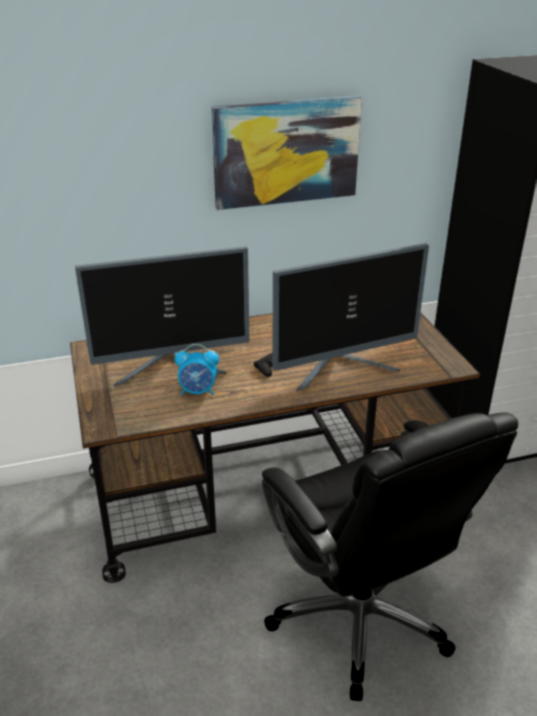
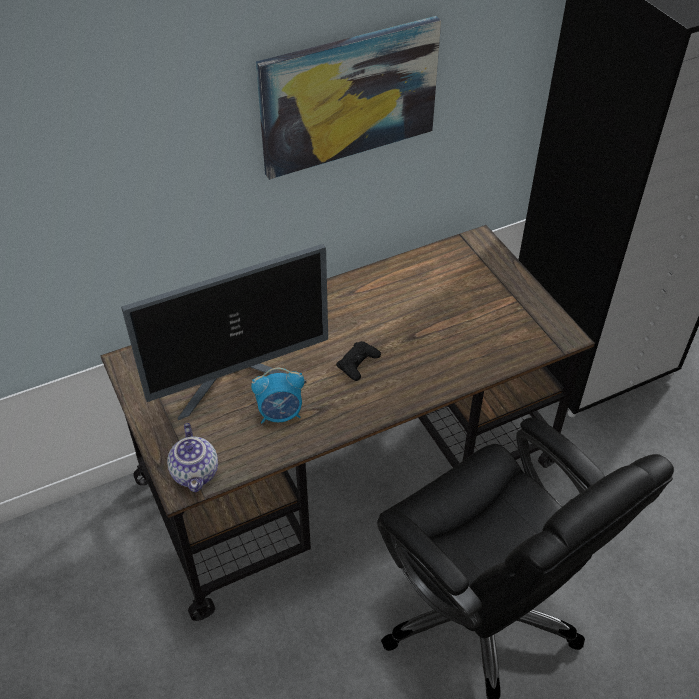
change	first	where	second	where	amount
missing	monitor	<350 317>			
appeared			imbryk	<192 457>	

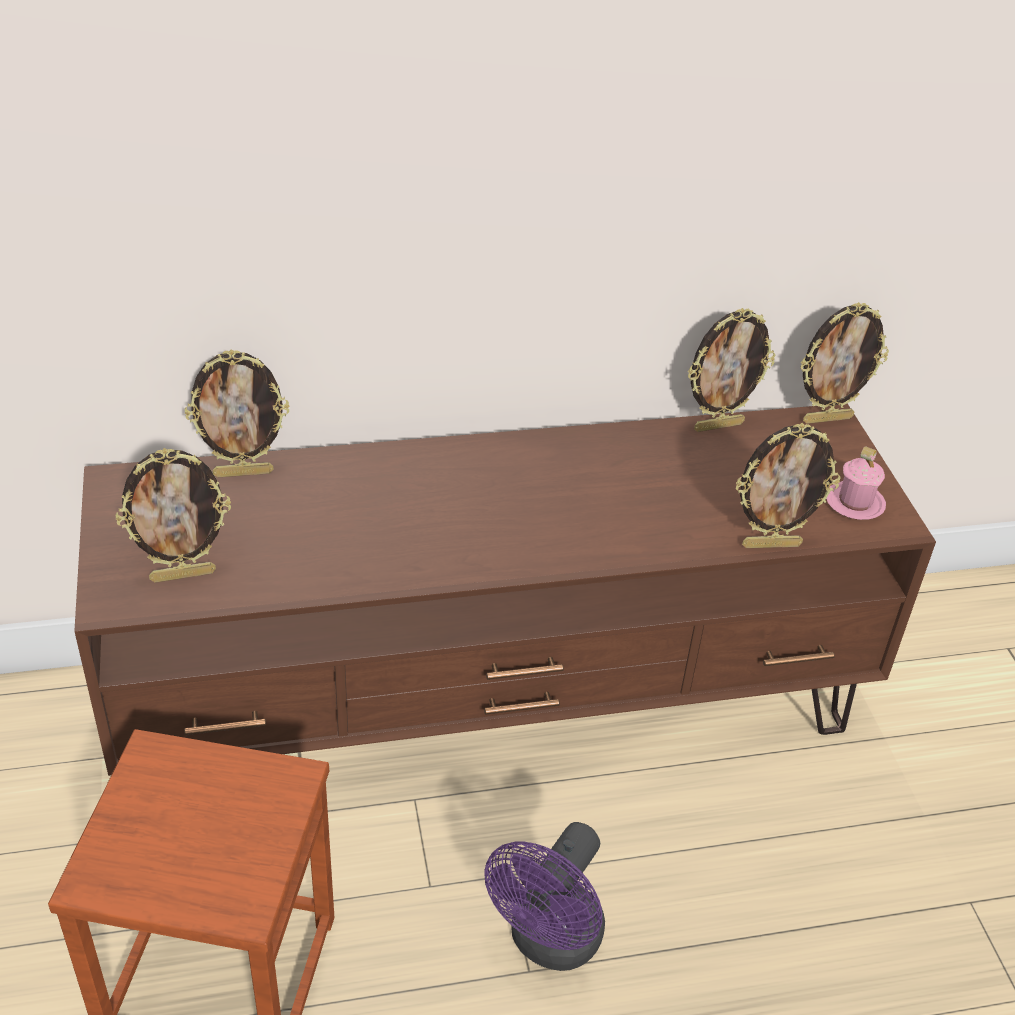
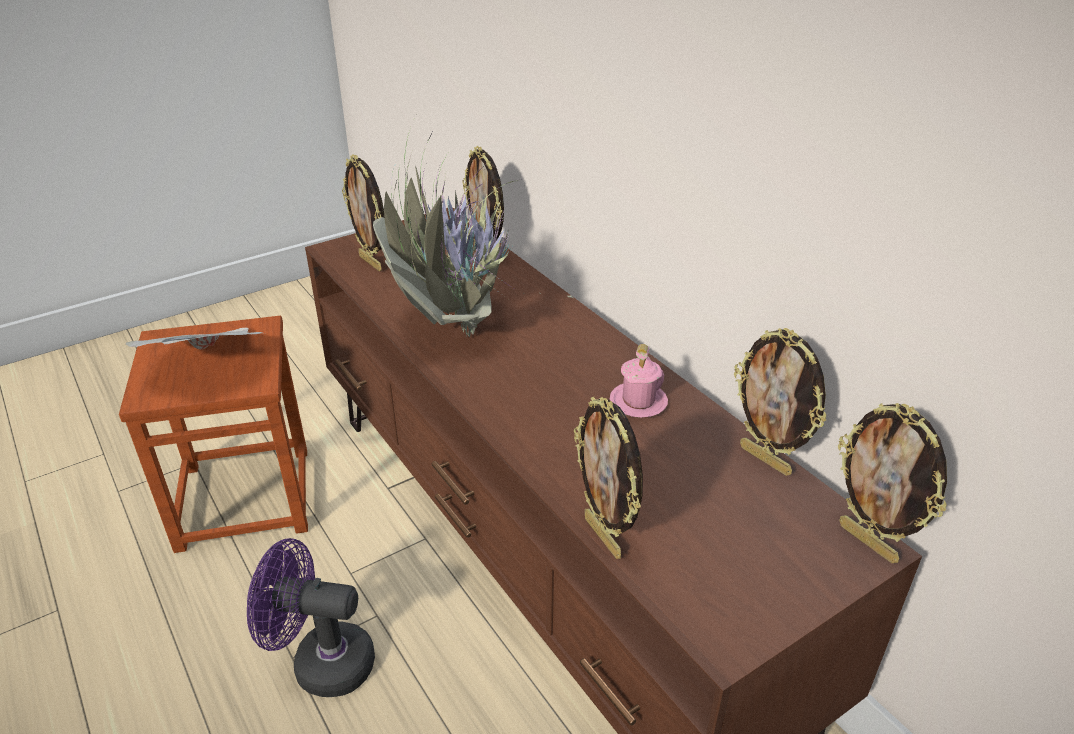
change	first	where	second	where	amount
relocated	kubek (różowy)	<856 483>		<639 381>	
appeared			roślina doniczkowa	<473 229>	
appeared			gazeta	<194 338>	

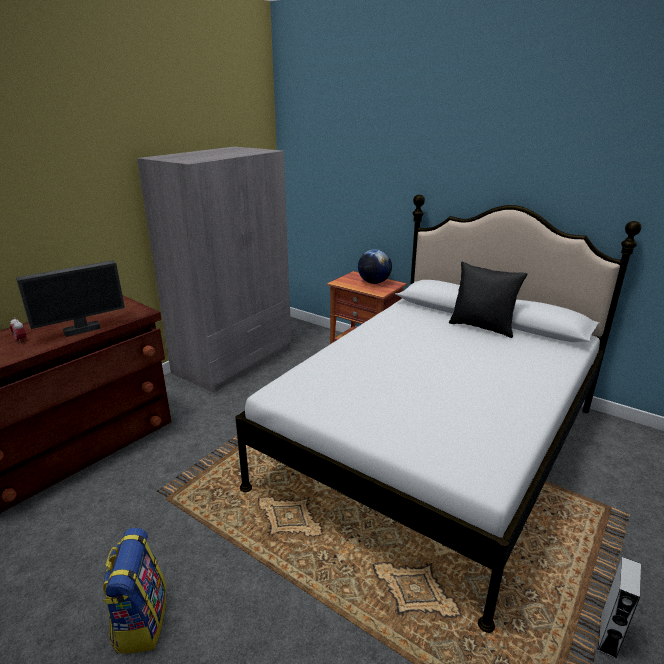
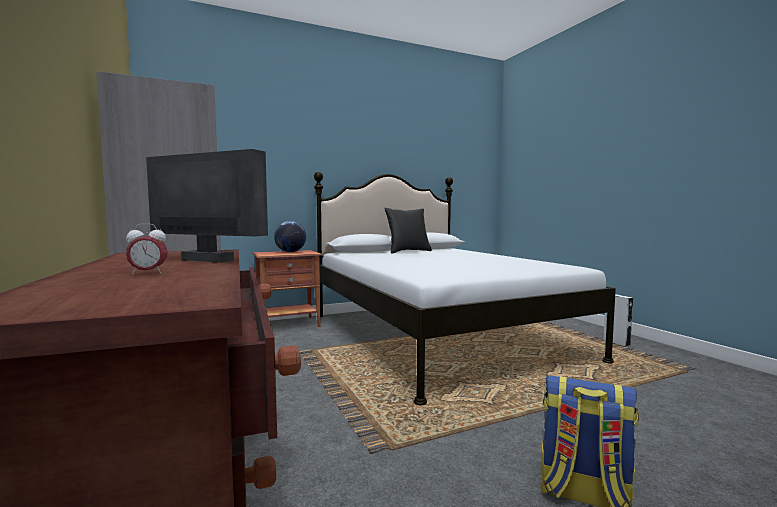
change	first	where	second	where	amount
spun	monitor	<70 298>		<207 206>	60 degrees counterclockwise

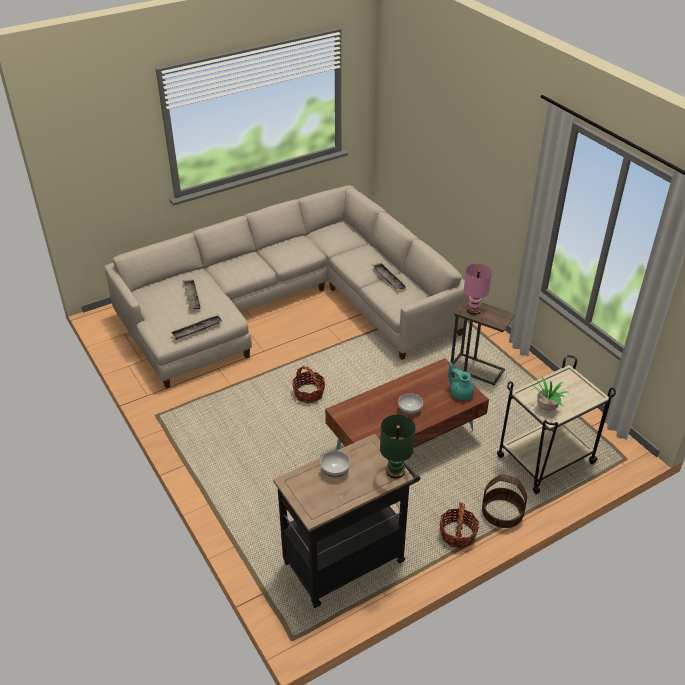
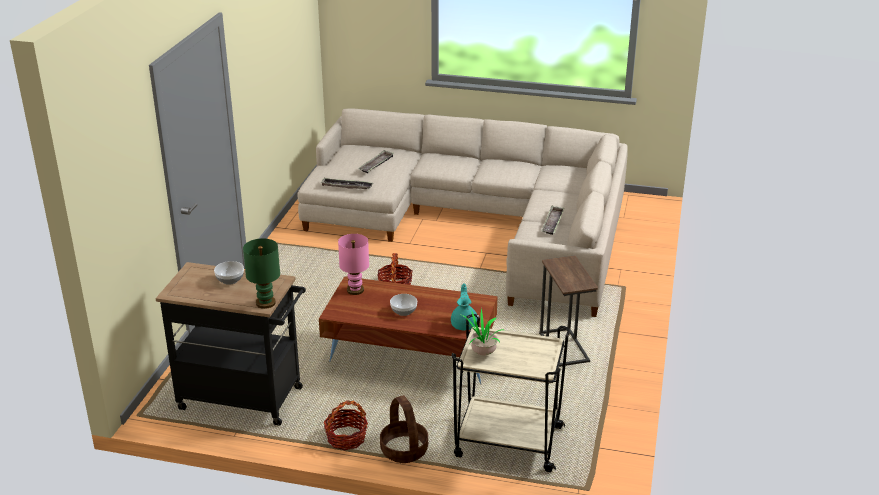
change	first	where	second	where	amount
relocated	lampa stołowa (różowy)	<478 289>		<353 264>	

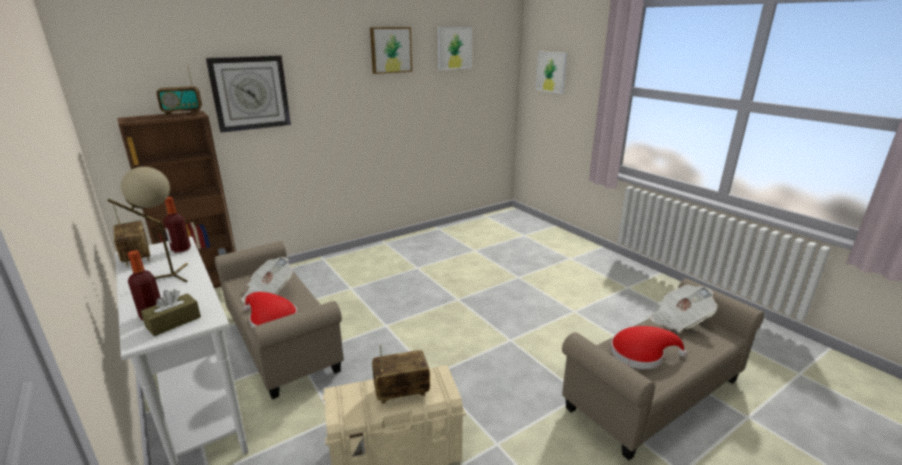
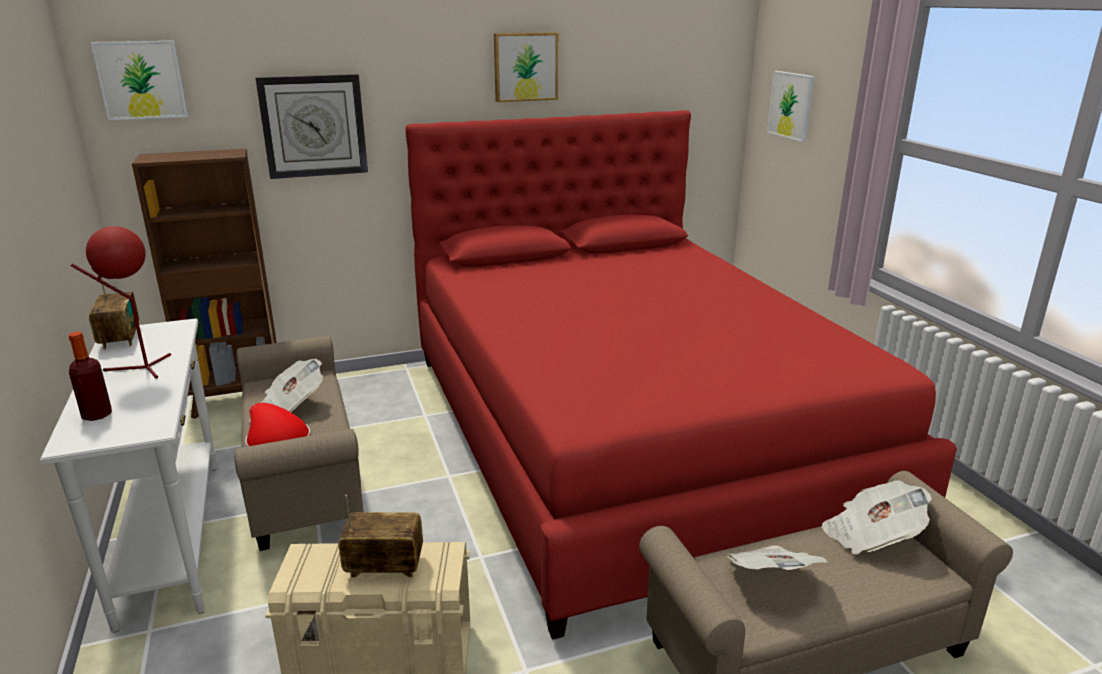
change	first	where	second	where	amount
relocated	obraz	<455 48>		<139 81>	
missing	radio	<179 90>			
colour	lampa stołowa (beżowy)	<147 224>	lampa stołowa (czerwony)	<121 302>	
missing	butelka	<177 224>			
missing	pudełko chusteczek (brązowy)	<171 312>			
exchanged	kapelusz (czerwony)	<648 347>	gazeta	<777 558>	
appeared			łóżko (czerwony)	<681 375>	

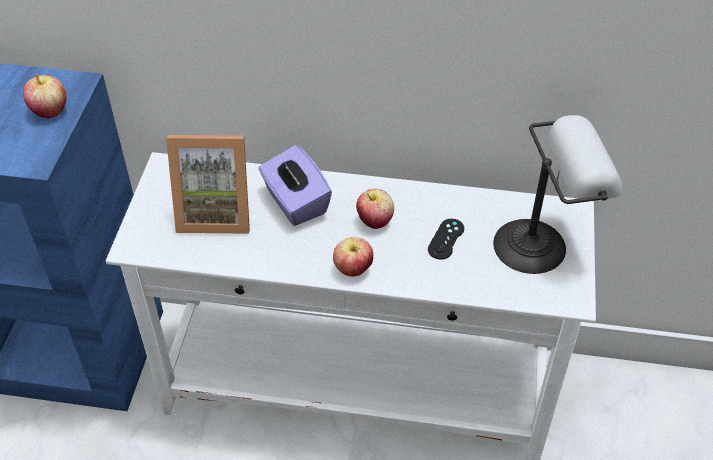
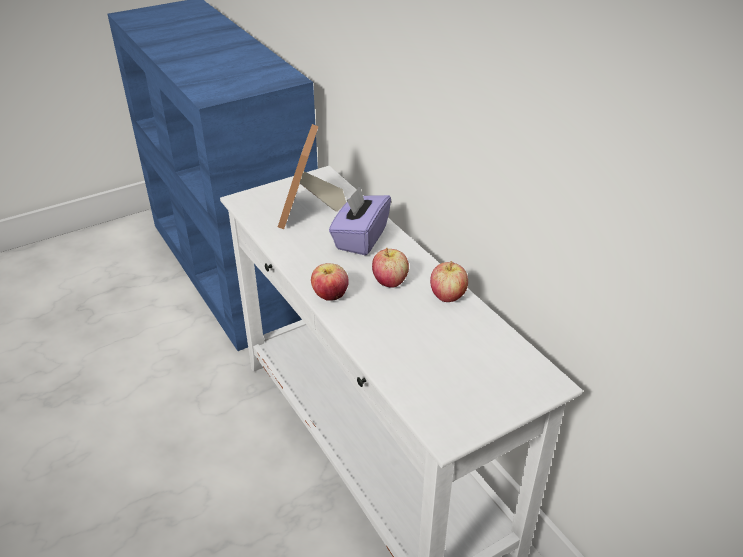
change	first	where	second	where	amount
relocated	jabłko	<45 96>		<449 281>	
missing	lampa stołowa	<558 194>			
spun	ramka na zdjęcie	<208 184>		<312 176>	45 degrees clockwise
missing	pad do gier (czarny)	<446 239>			

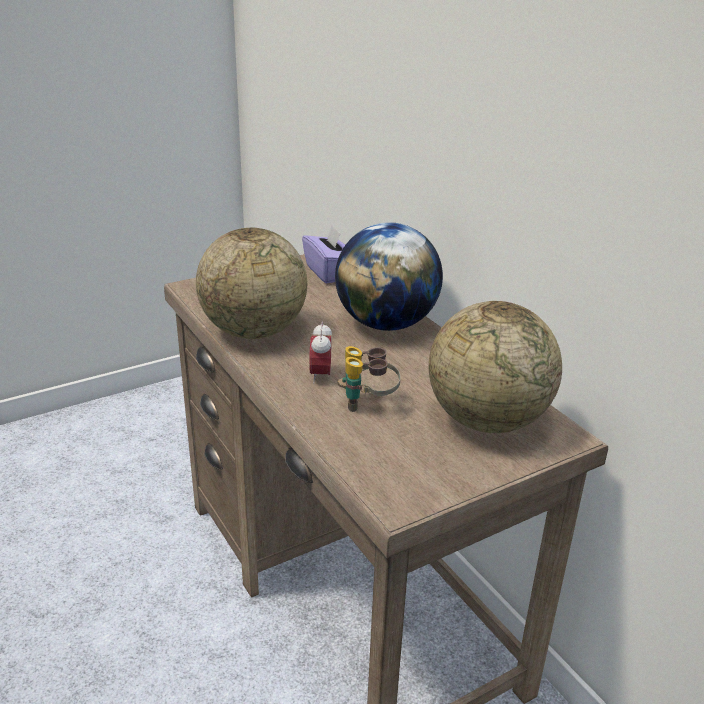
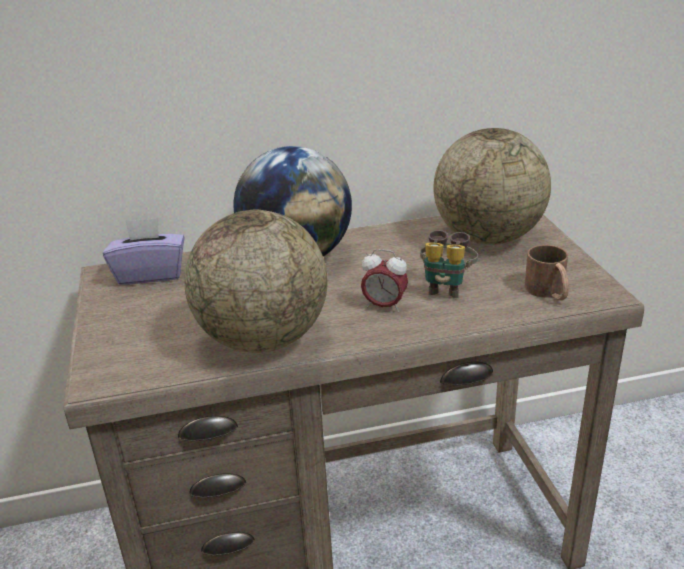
change	first	where	second	where	amount
appeared			kubek (brązowy)	<546 272>	

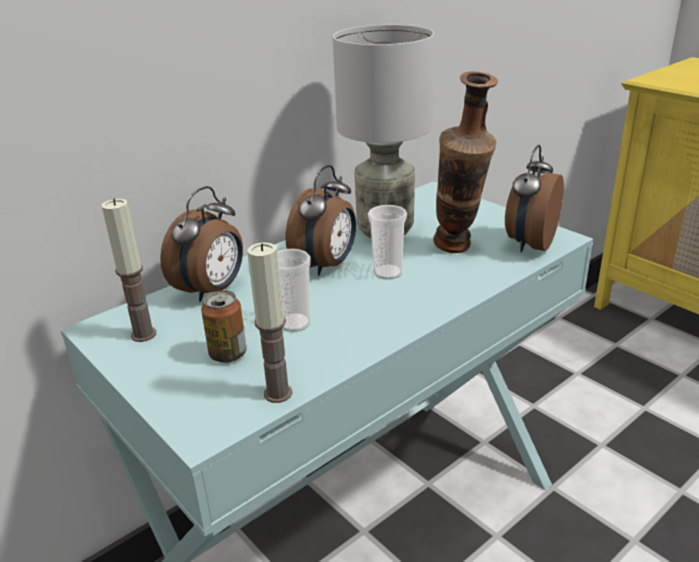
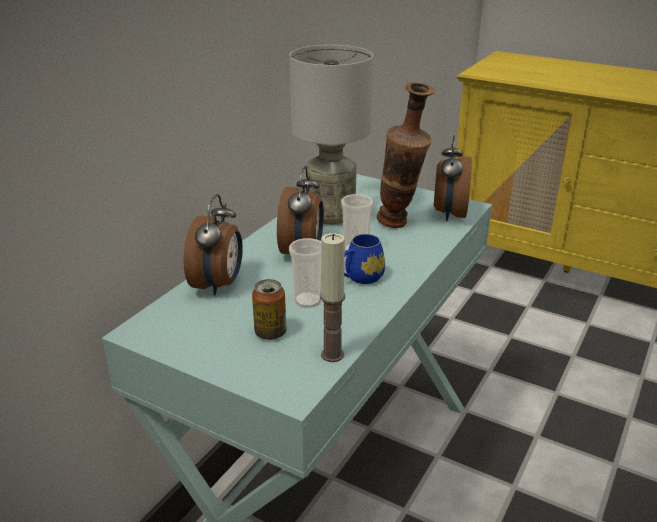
change	first	where	second	where	amount
missing	świeca	<128 270>			
appeared			kubek (niebieski)	<364 259>	

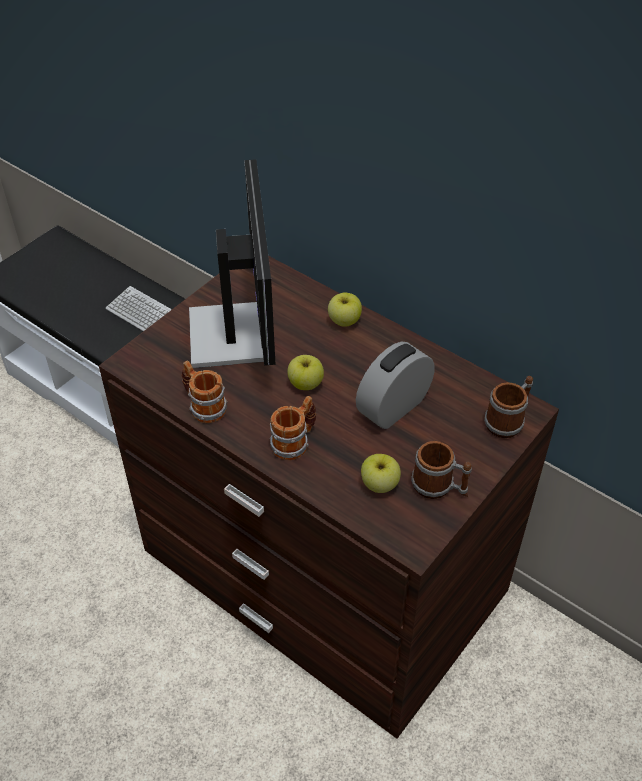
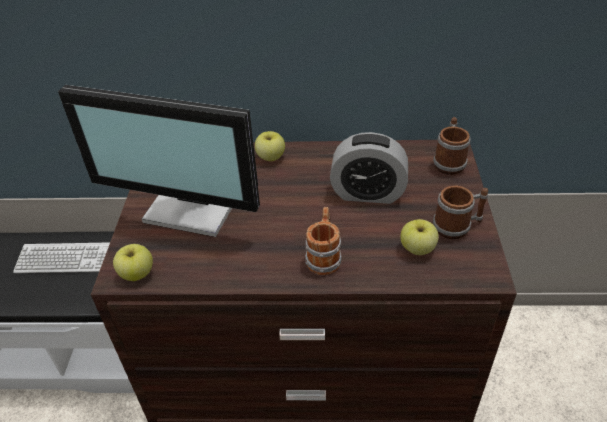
change	first	where	second	where	amount
spun	monitor	<232 263>		<159 161>	150 degrees clockwise
spun	budzik	<395 385>		<369 168>	90 degrees counterclockwise
relocated	jabłko	<306 372>		<133 262>	
missing	kubek	<204 392>			

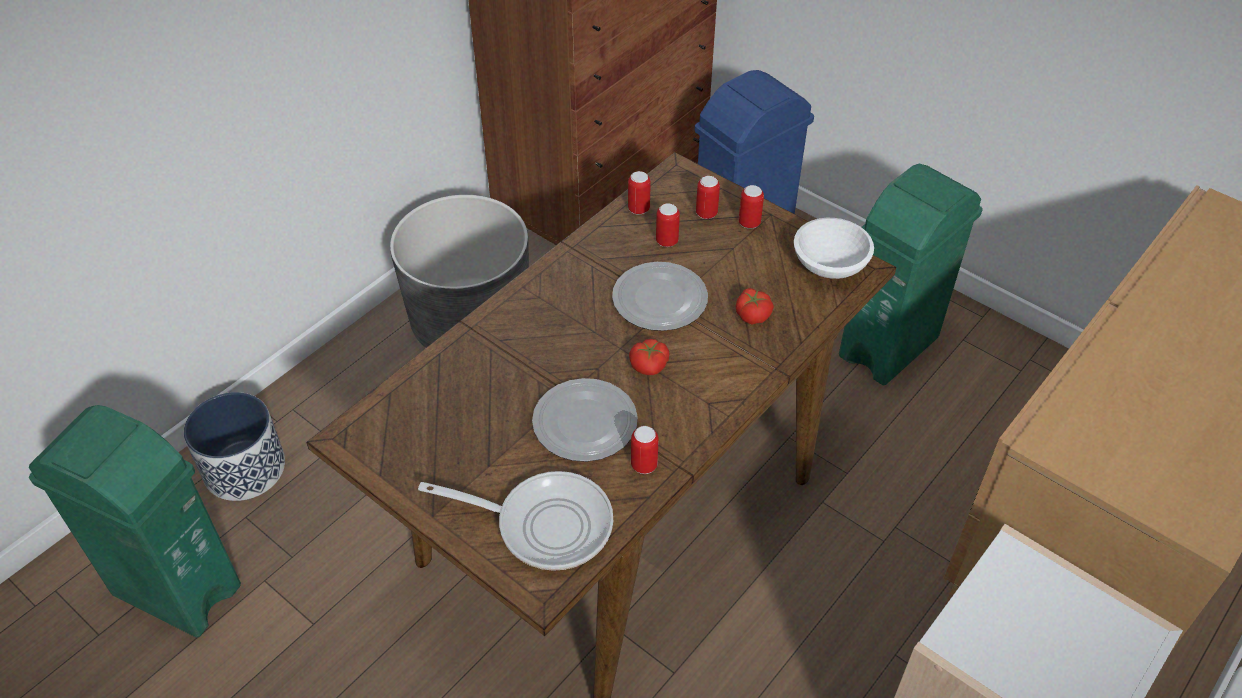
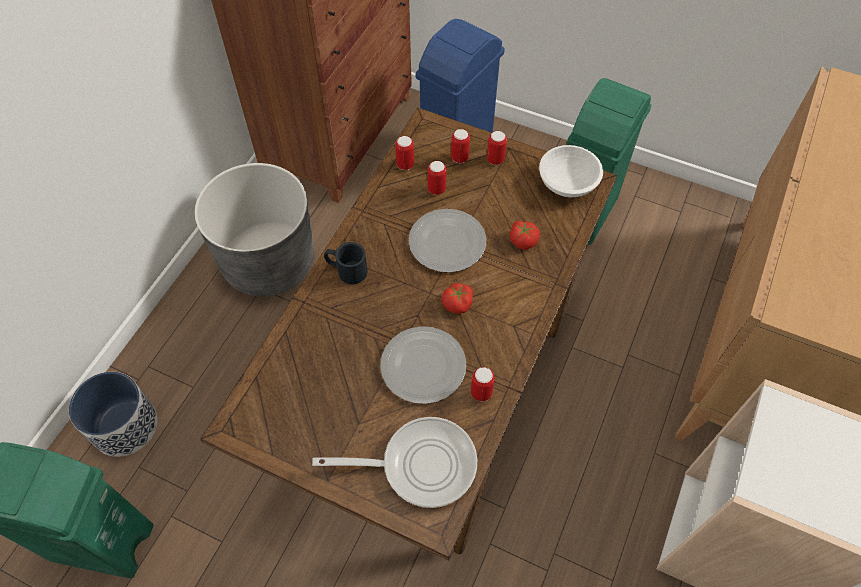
change	first	where	second	where	amount
appeared			kubek (czarny)	<346 263>	

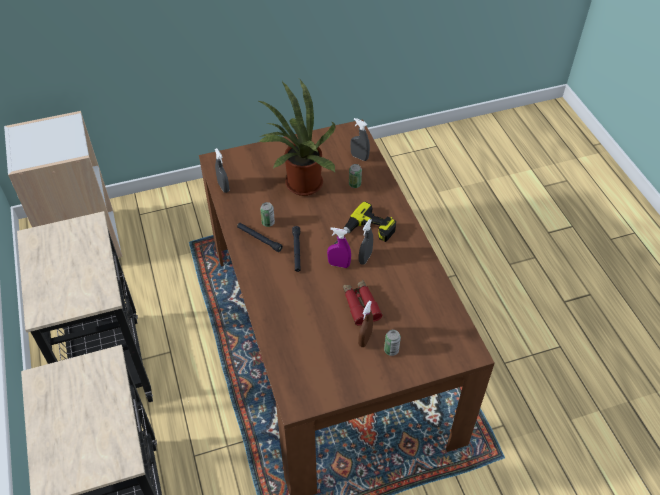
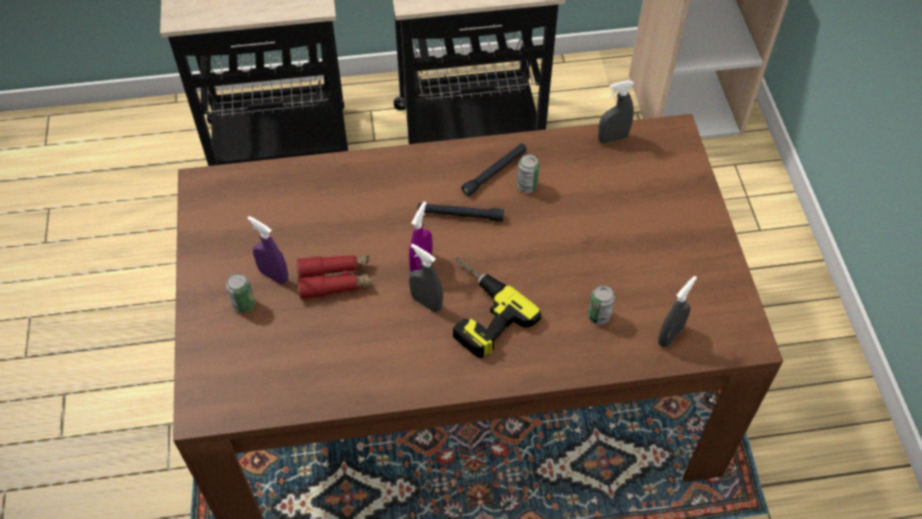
change	first	where	second	where	amount
missing	roślina doniczkowa	<297 138>			
colour	spryskiwacz (brązowy)	<365 324>	spryskiwacz (fioletowy)	<267 250>	

